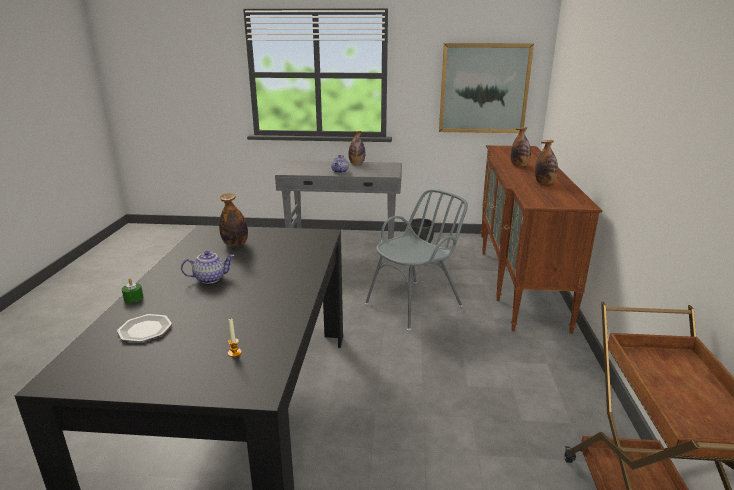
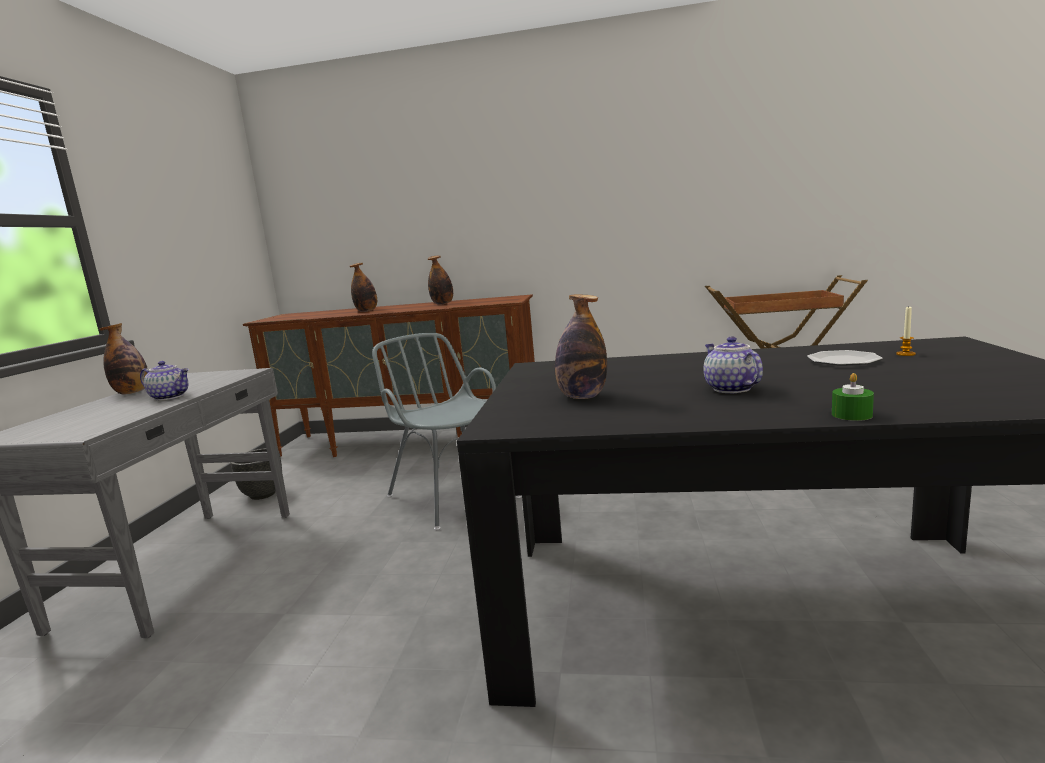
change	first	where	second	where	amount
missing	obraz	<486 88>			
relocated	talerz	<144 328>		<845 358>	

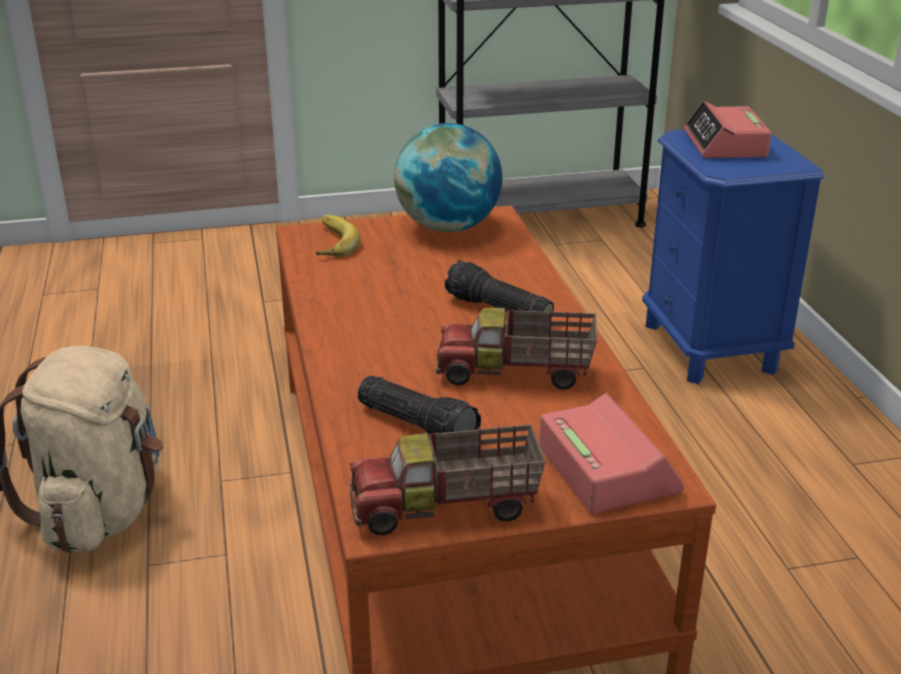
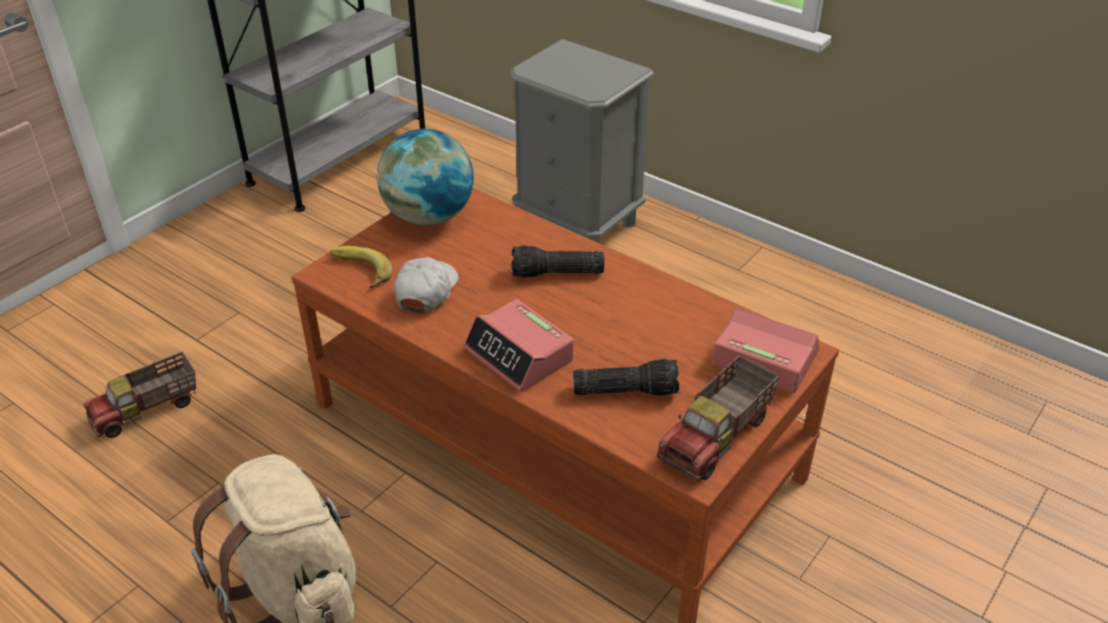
change	first	where	second	where	amount
relocated	budzik	<728 129>		<519 345>	
colour	szafka nocna (niebieski)	<733 257>	szafka nocna (szary)	<582 141>	
relocated	ciężarówka zabawkowa	<516 348>		<139 395>	
appeared			czapka z daszkiem (biały)	<426 284>	

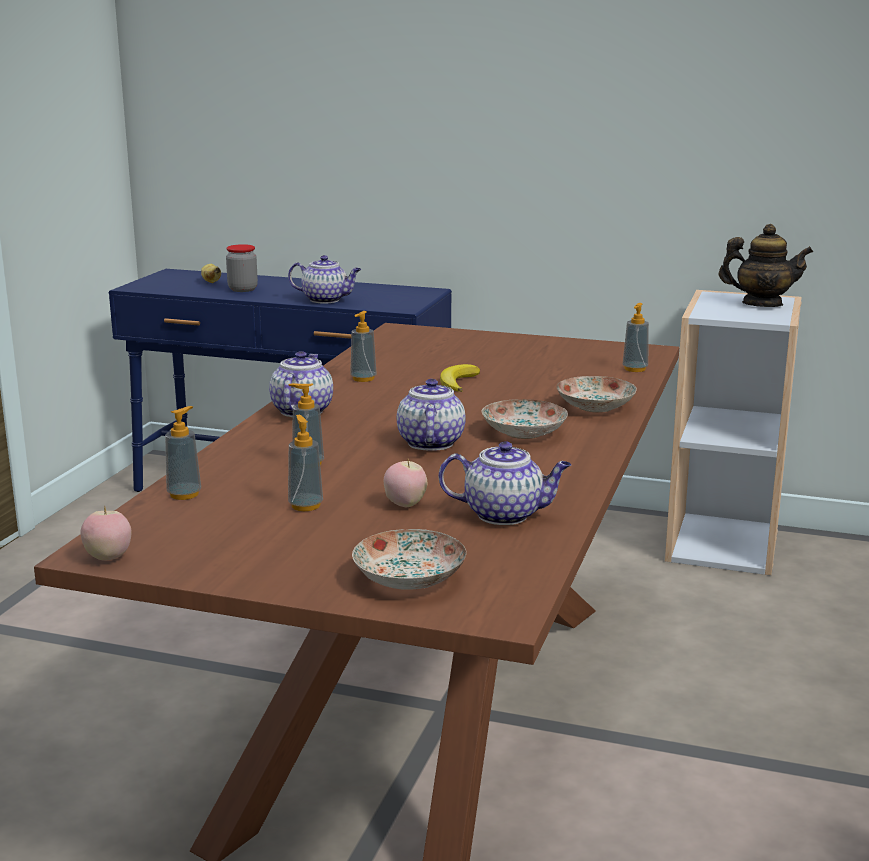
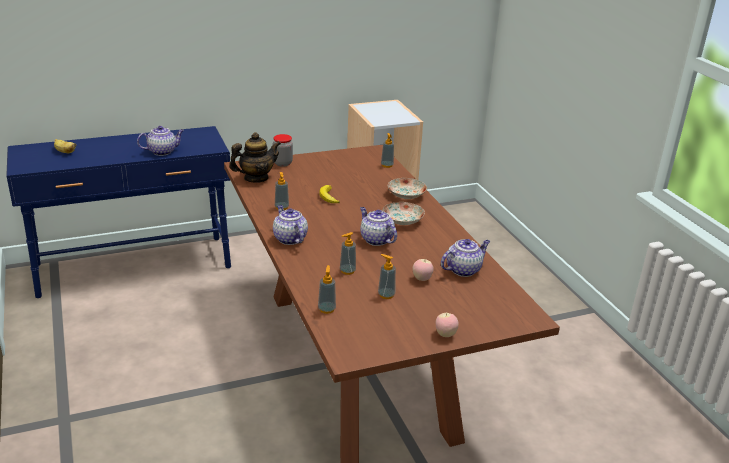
change	first	where	second	where	amount
relocated	imbryk	<765 265>		<255 157>	
relocated	słoik	<242 268>		<283 150>	
relocated	jabłko	<105 533>		<447 325>	
missing	talerz	<409 559>			

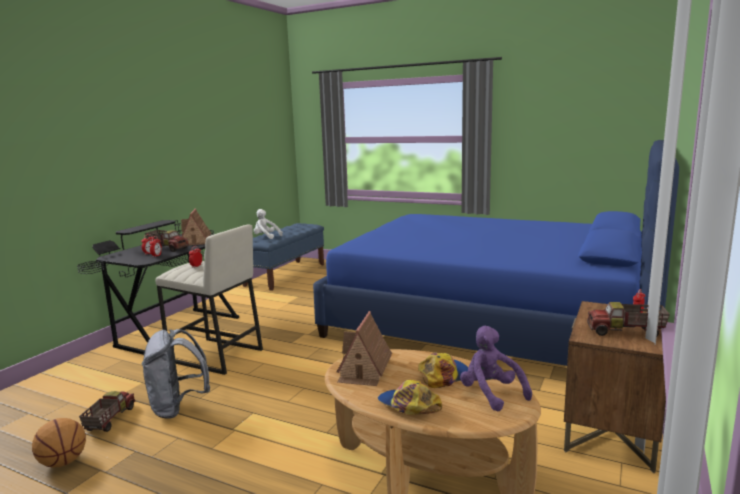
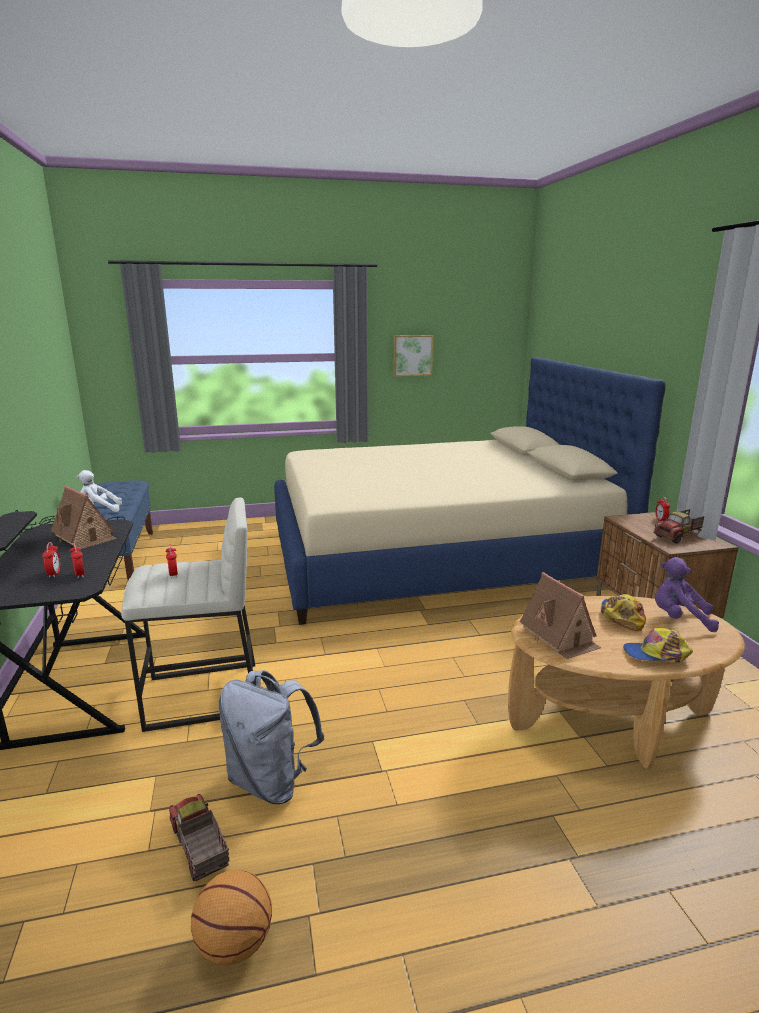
change	first	where	second	where	amount
colour	łóżko (niebieski)	<496 253>	łóżko (beżowy)	<470 491>	
missing	ciężarówka zabawkowa	<167 241>			
appeared			obraz	<413 355>	

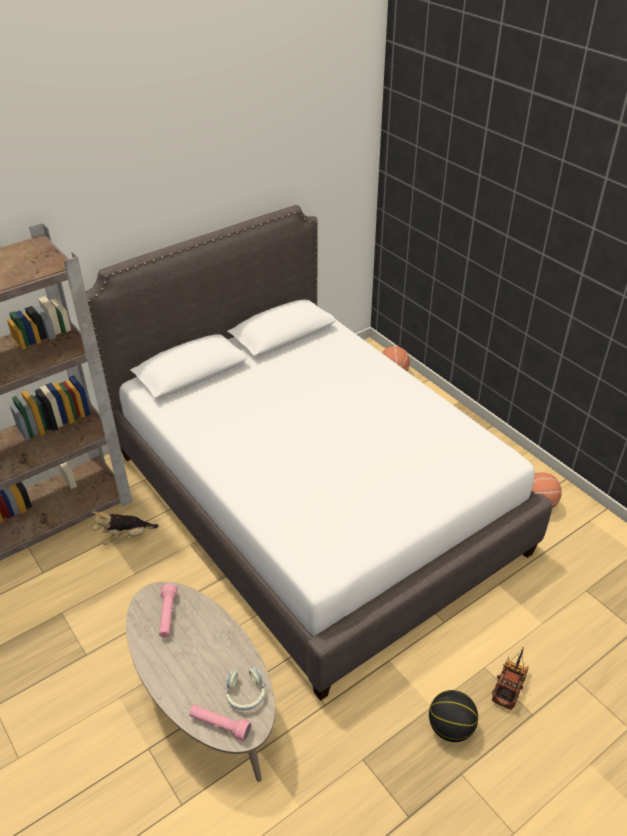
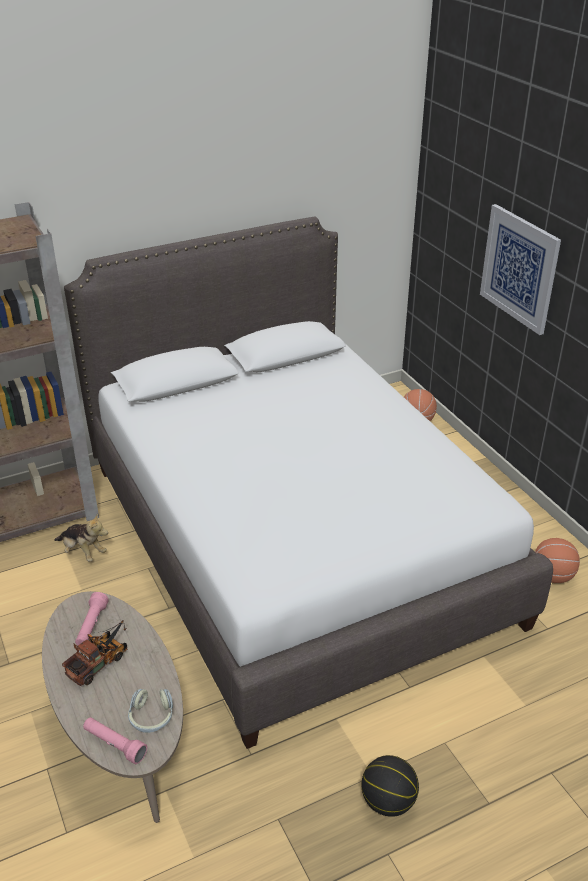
change	first	where	second	where	amount
spun	pluszak	<125 528>		<81 538>	135 degrees counterclockwise
relocated	ciężarówka zabawkowa	<510 678>		<94 653>	
appeared			obraz	<520 269>	

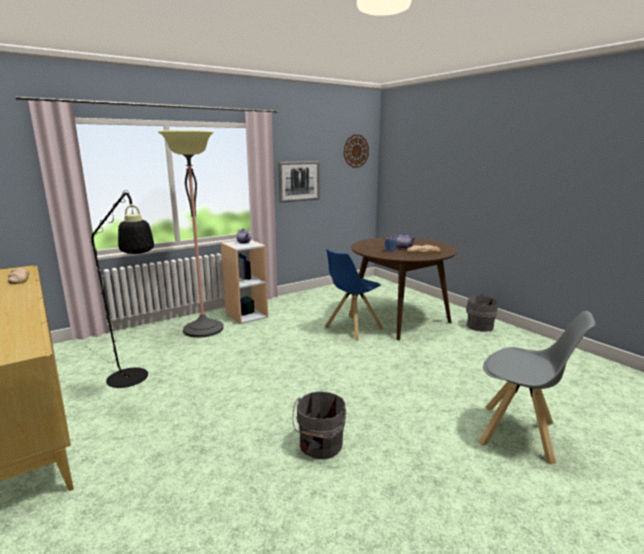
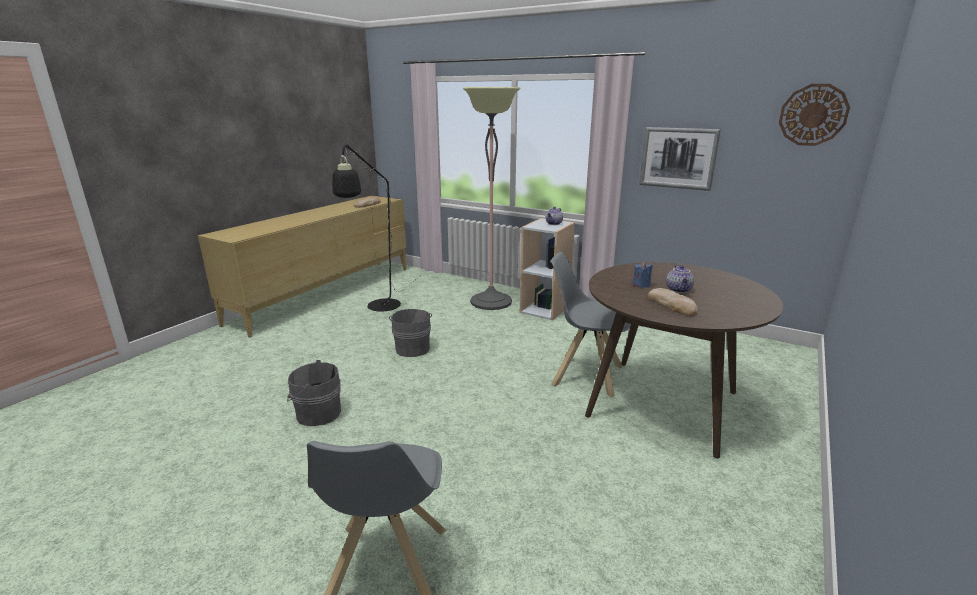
change	first	where	second	where	amount
colour	krzesło (niebieski)	<354 294>	krzesło (szary)	<590 324>	
relocated	wiadro (szary)	<482 313>		<410 333>	

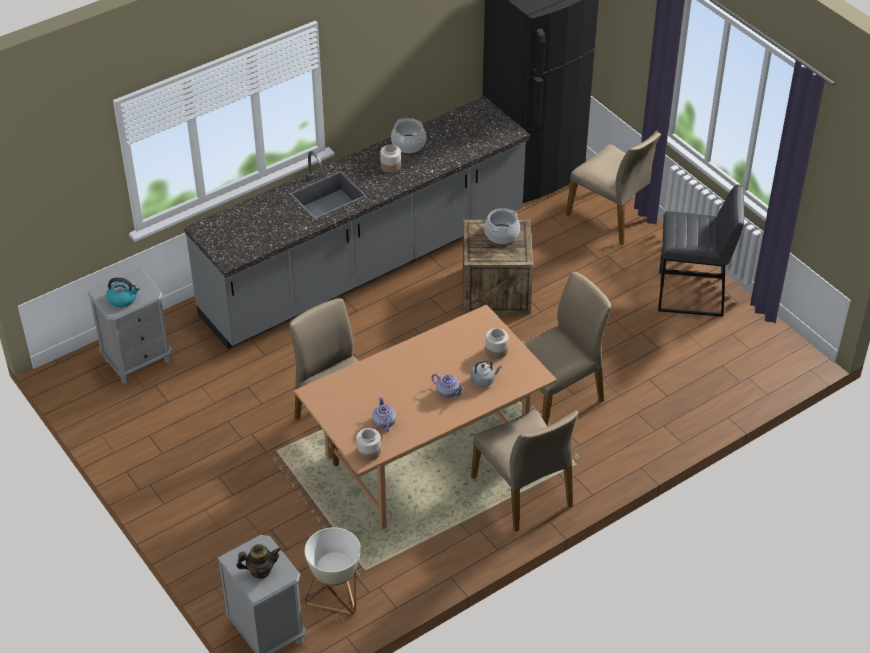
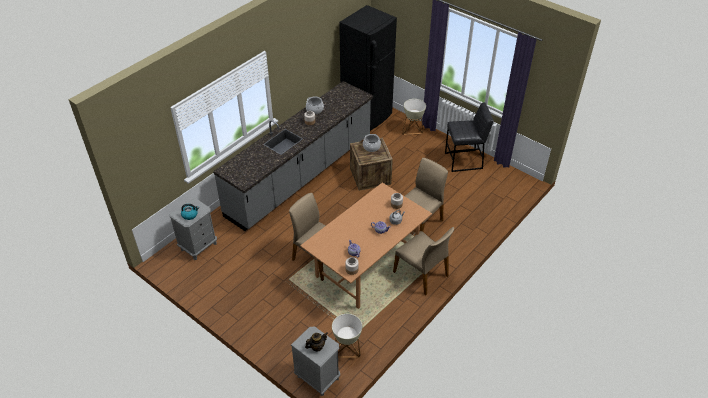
change	first	where	second	where	amount
exchanged	krzesło (beżowy)	<613 187>	donica	<414 117>	

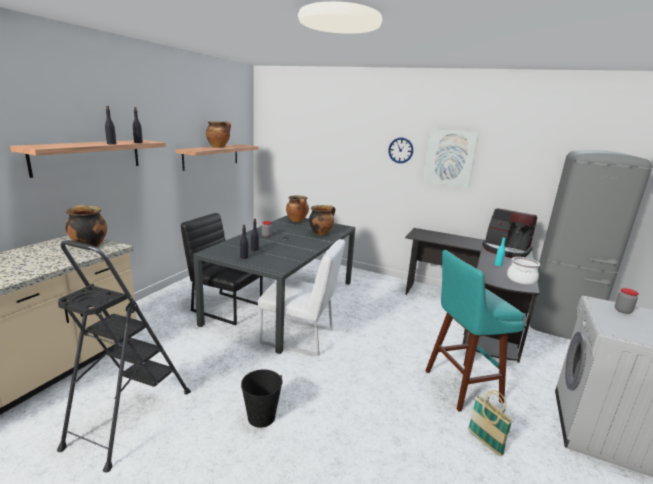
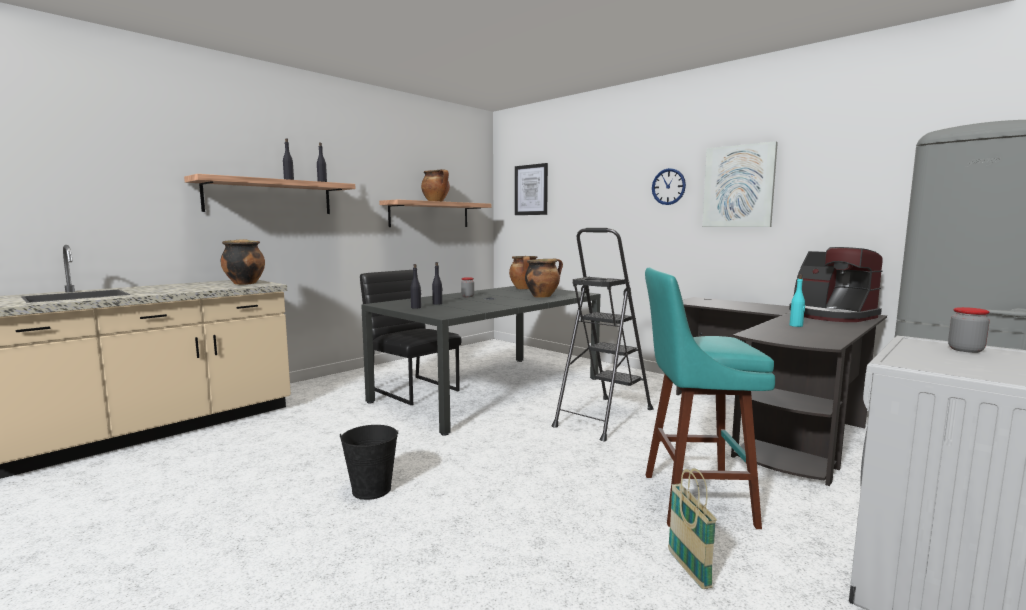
change	first	where	second	where	amount
missing	krzesło (biały)	<301 298>			
relocated	drabinka	<124 356>		<602 334>	
missing	garnek	<523 271>			
appeared			obraz	<531 189>	

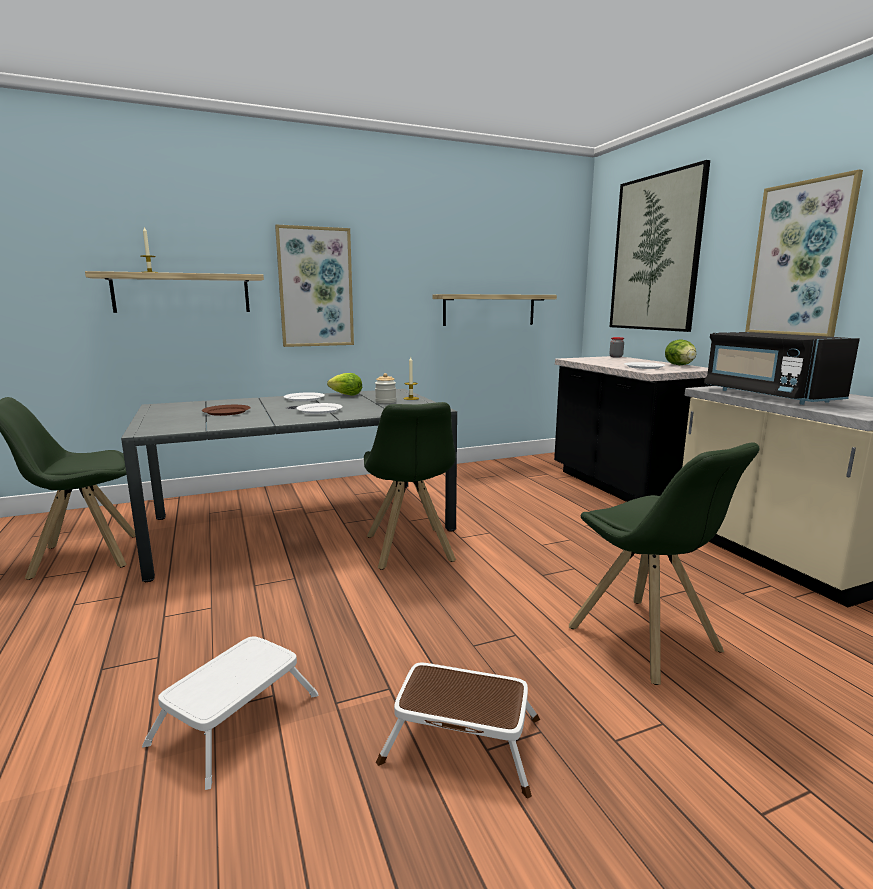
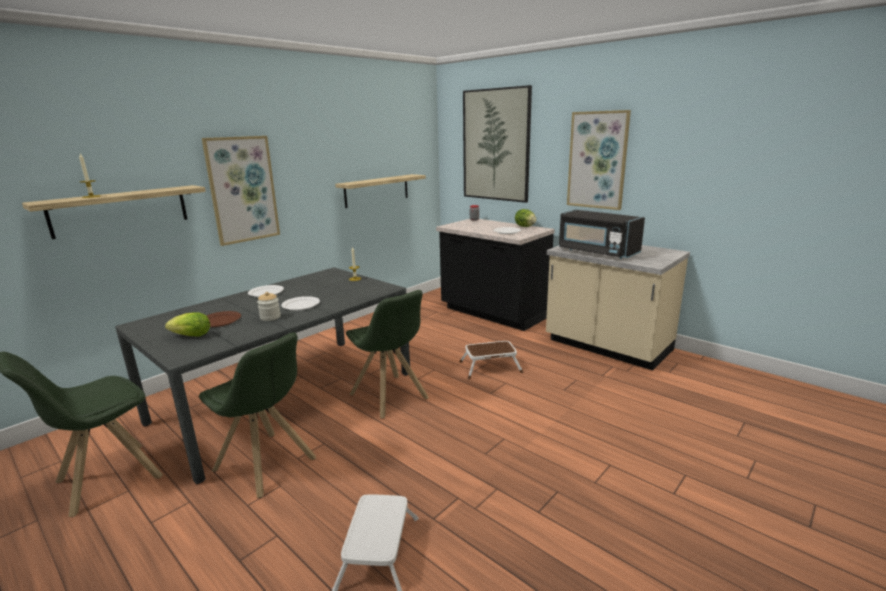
change	first	where	second	where	amount
relocated	sałata	<344 384>		<187 324>	
relocated	słoik	<385 388>		<269 306>	
relocated	krzesło (zielony)	<664 563>		<257 415>	
relocated	drabinka (brązowy)	<458 731>		<491 360>	

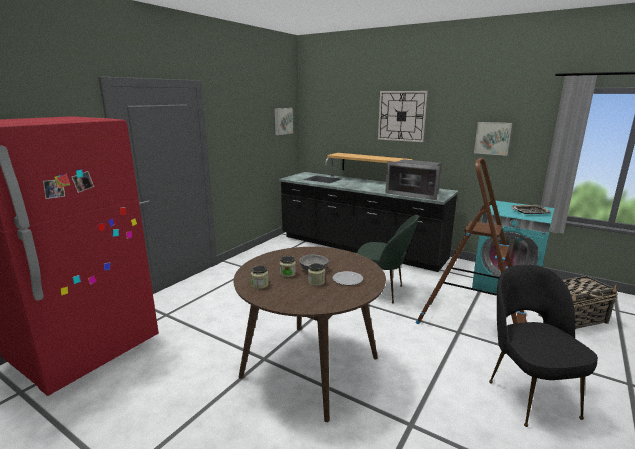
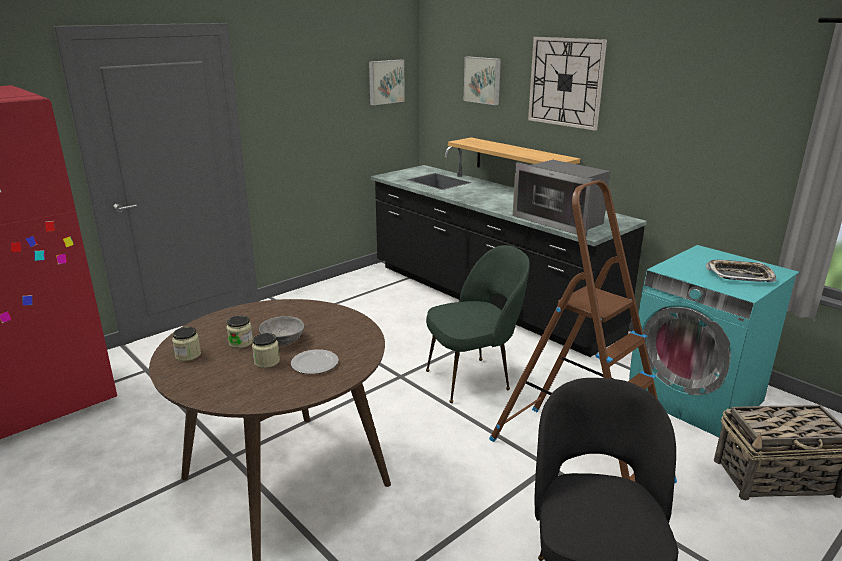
change	first	where	second	where	amount
relocated	obraz	<493 139>		<482 80>	
spun	krzesło (zielony)	<388 259>		<478 324>	60 degrees counterclockwise

